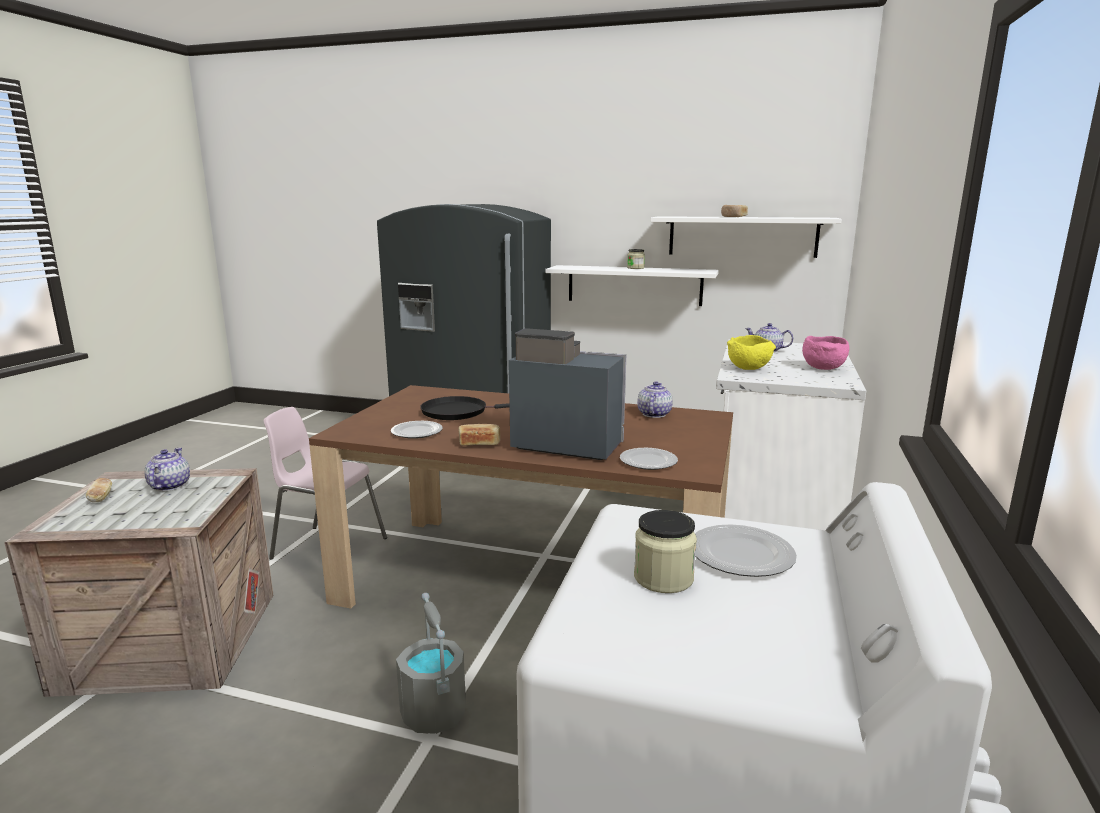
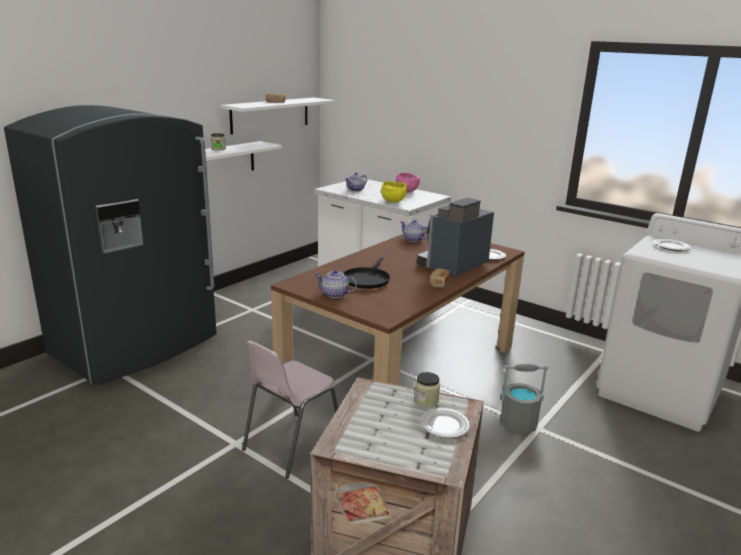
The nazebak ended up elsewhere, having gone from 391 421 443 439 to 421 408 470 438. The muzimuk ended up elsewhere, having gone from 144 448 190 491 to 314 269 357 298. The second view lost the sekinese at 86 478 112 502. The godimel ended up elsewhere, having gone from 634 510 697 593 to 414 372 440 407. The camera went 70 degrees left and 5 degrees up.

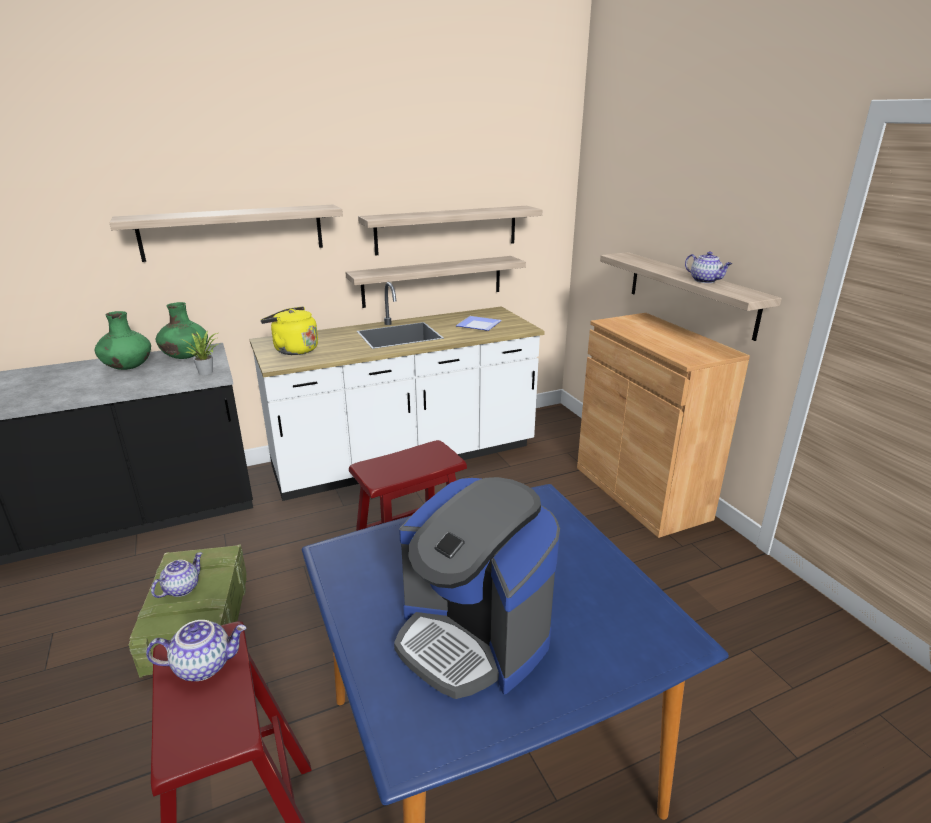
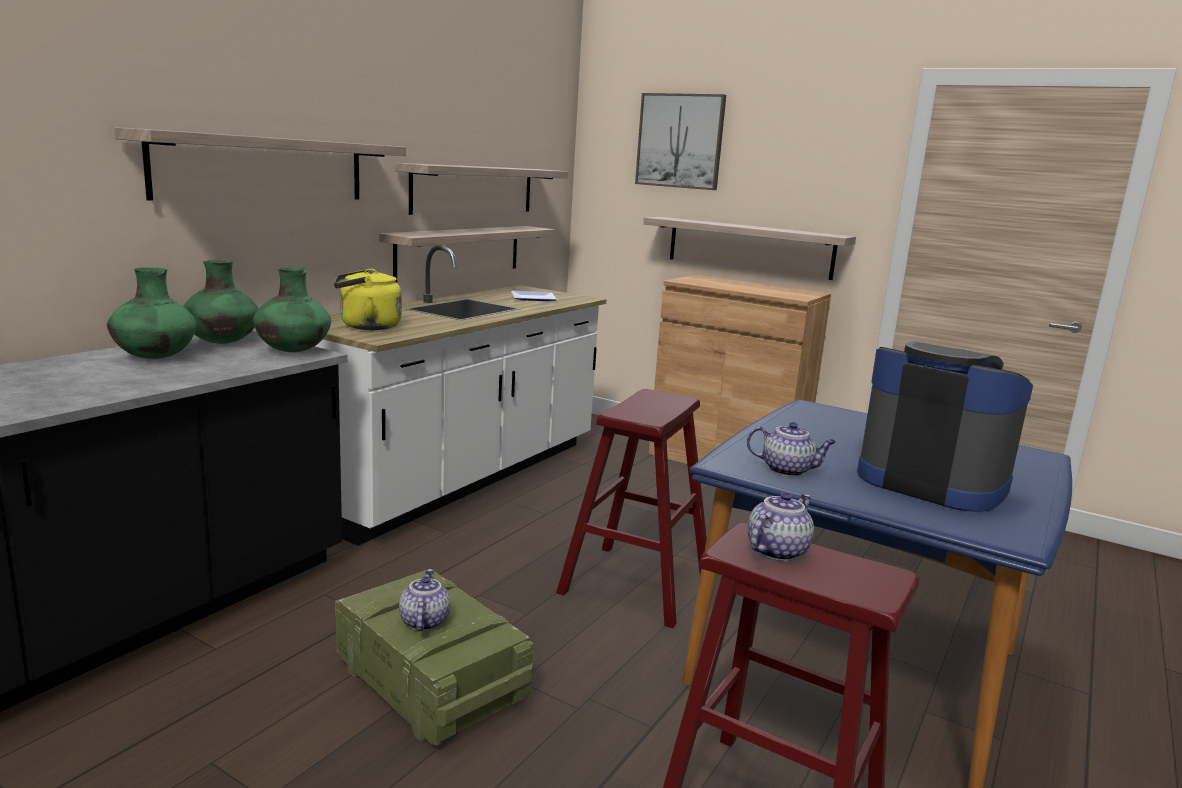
The muzimuk ended up elsewhere, having gone from 685 251 732 283 to 747 422 836 476. Where the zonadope stood at 181 331 218 375, the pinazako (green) came to stand at 253 267 331 352. The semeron at 394 477 560 699 ended up facing another way, 150 degrees counterclockwise from before. The second view gained the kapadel at 635 93 726 190. The camera went 35 degrees left and 10 degrees down.

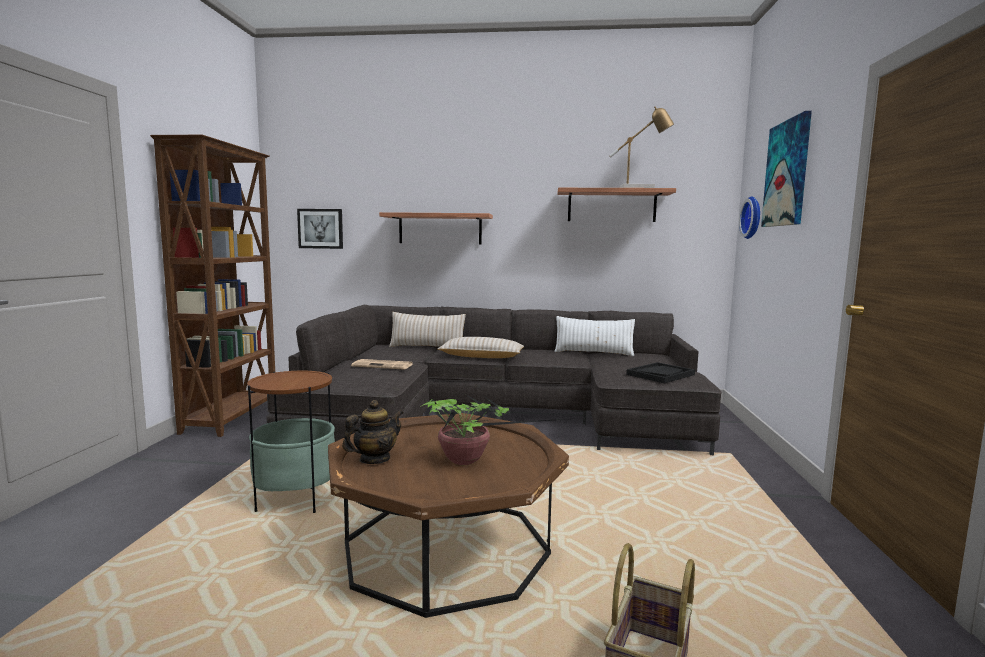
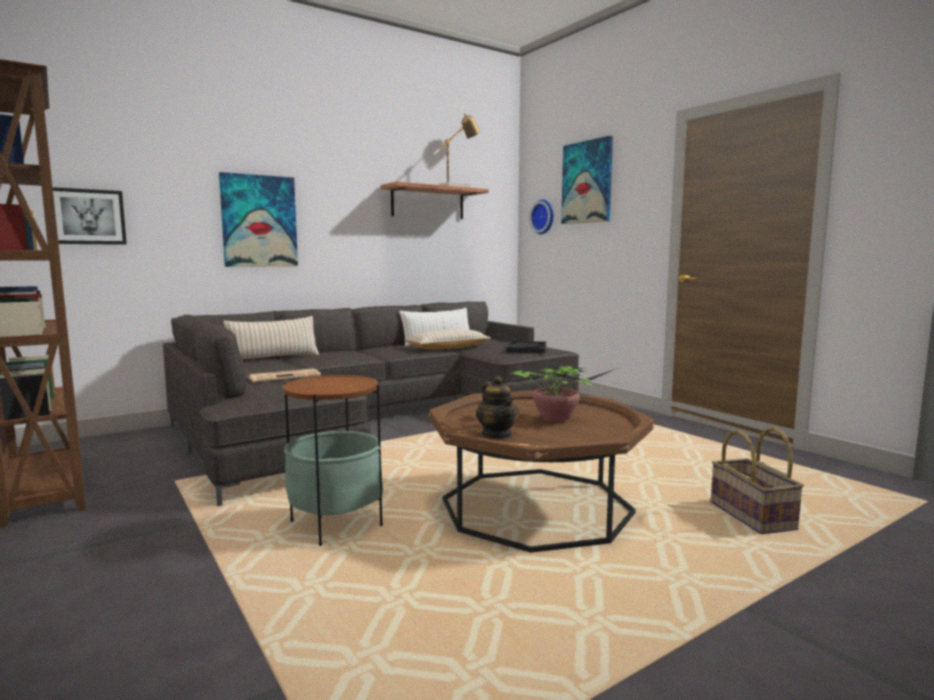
Where the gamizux hung at 379 212 493 244, the kapadel came to hang at 219 172 298 267. The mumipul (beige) ended up elsewhere, having gone from 437 337 524 358 to 404 329 491 350. The muzimuk at 342 400 404 464 ended up facing another way, 150 degrees clockwise from before. The camera went 40 degrees left and 0 degrees up.

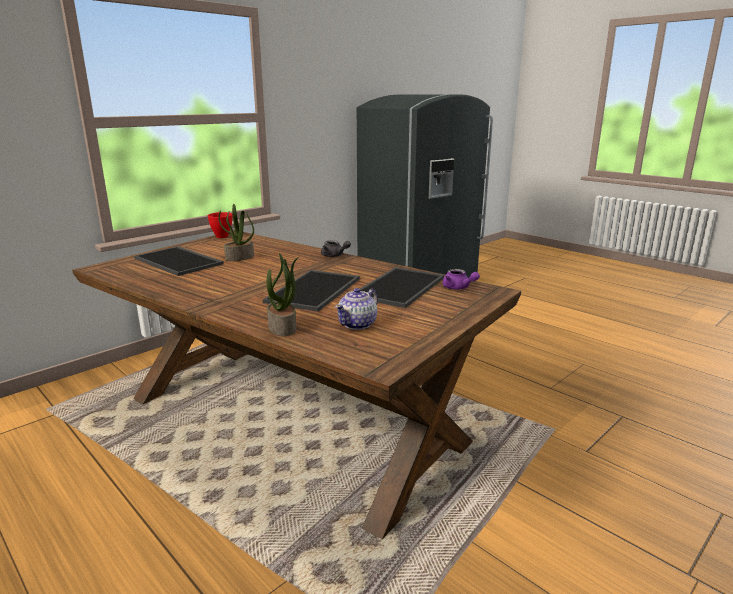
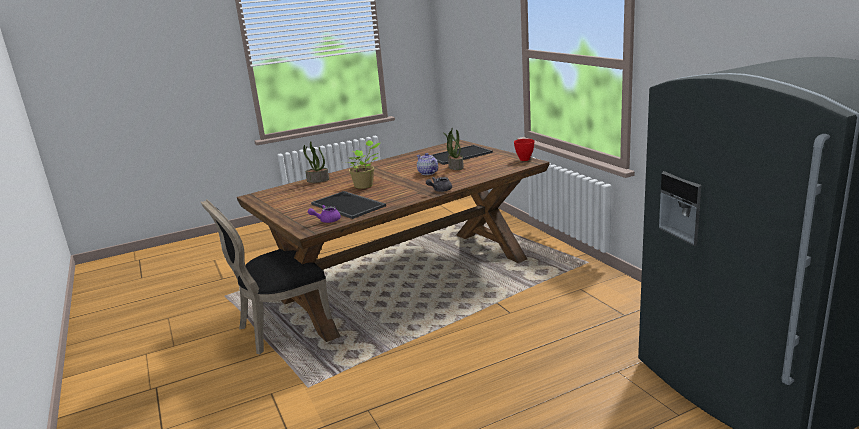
Where the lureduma stood at 263 270 360 312, the zonadope came to stand at 349 140 380 189. The muzimuk ended up elsewhere, having gone from 335 288 378 330 to 417 153 438 175. The second view gained the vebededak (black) at 201 199 332 355. The camera went 110 degrees right and 0 degrees up.

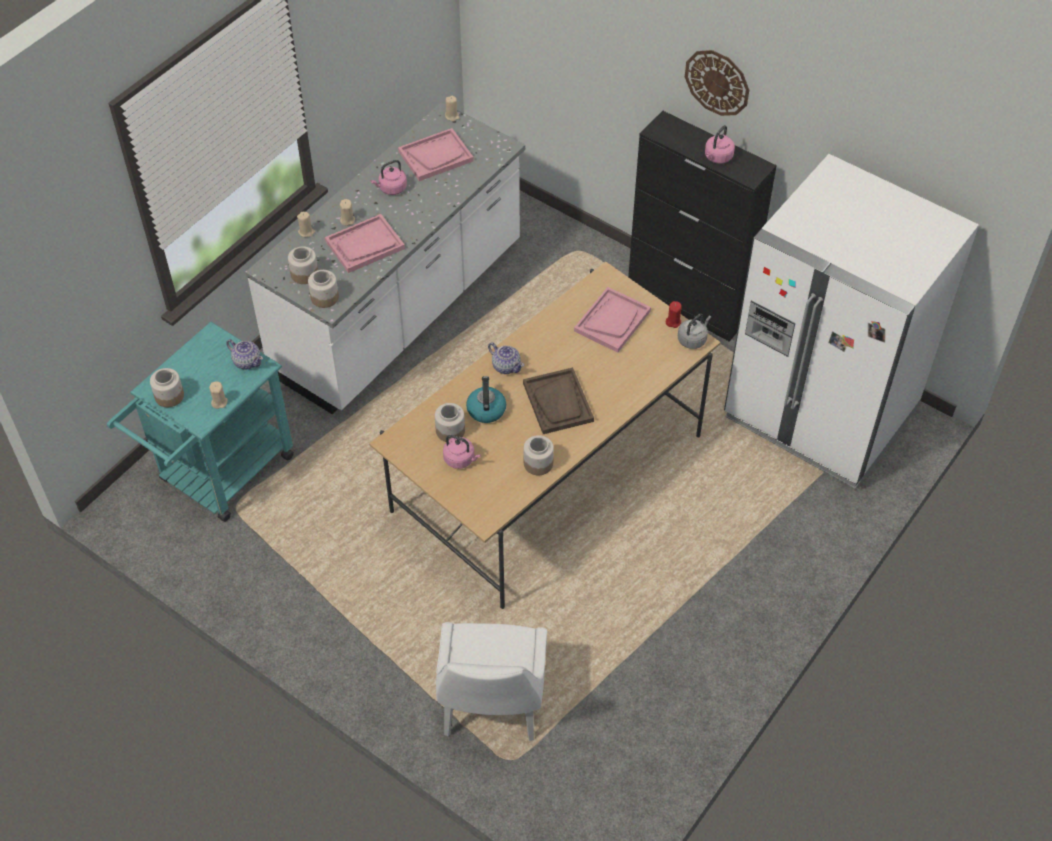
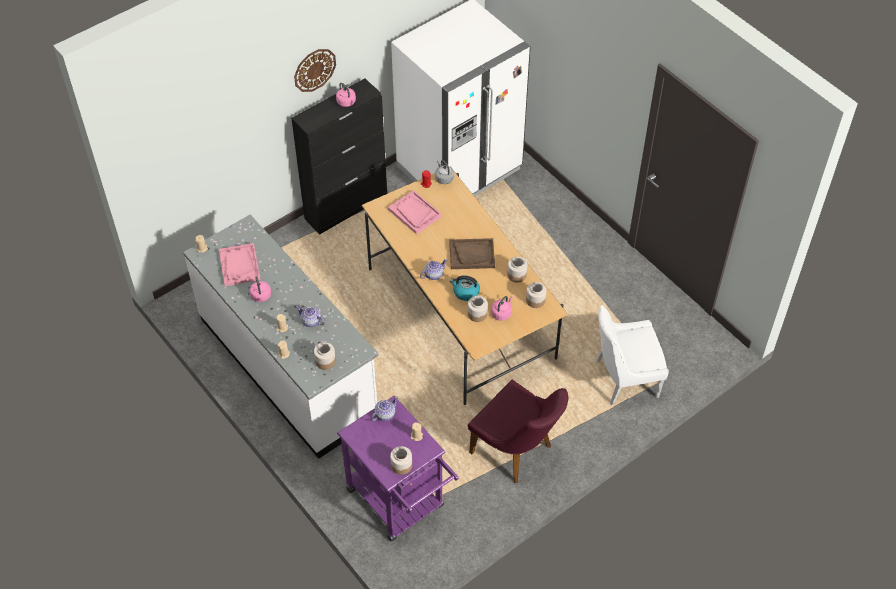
Where the lureduma (pink) stood at 325 214 405 273, the muzimuk came to stand at 296 306 325 327. The godimel ended up elsewhere, having gone from 308 270 339 308 to 526 282 546 308. What was the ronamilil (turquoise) at 107 322 294 522 turned into the ronamilil (purple) at 337 396 459 541. The vebededak (white) at 436 622 547 741 ended up facing another way, 150 degrees clockwise from before. The second view gained the vebededak (purple) at 468 380 568 483. The camera went 75 degrees left and 0 degrees up.

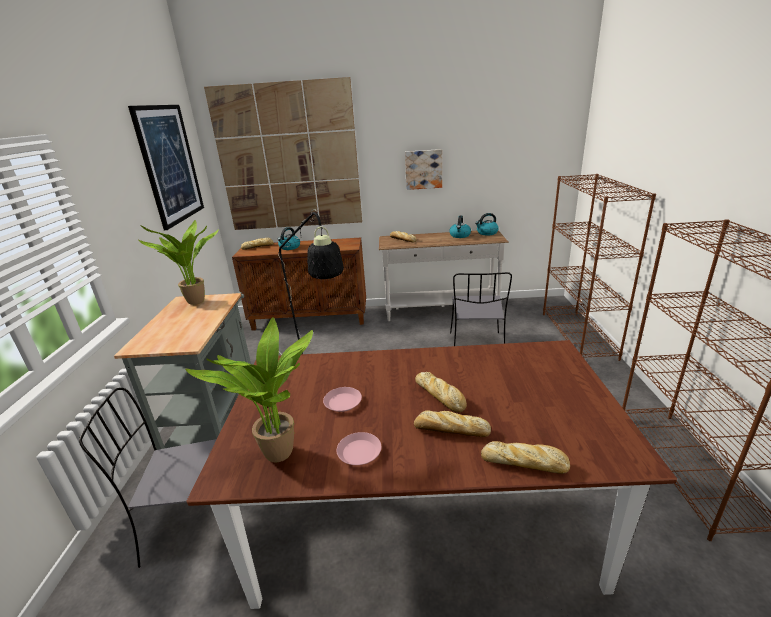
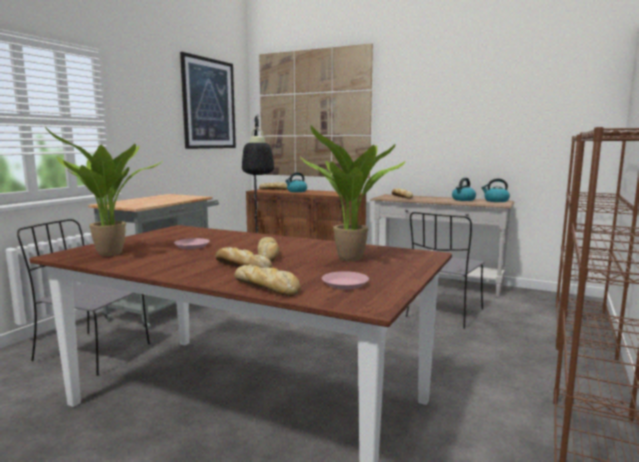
The second view lost the kapadel at 405 149 442 190. The zonadope ended up elsewhere, having gone from 138 220 219 305 to 300 126 405 262. The nazebak (pink) ended up elsewhere, having gone from 337 432 381 465 to 322 271 369 289. The camera went 25 degrees right and 15 degrees down.

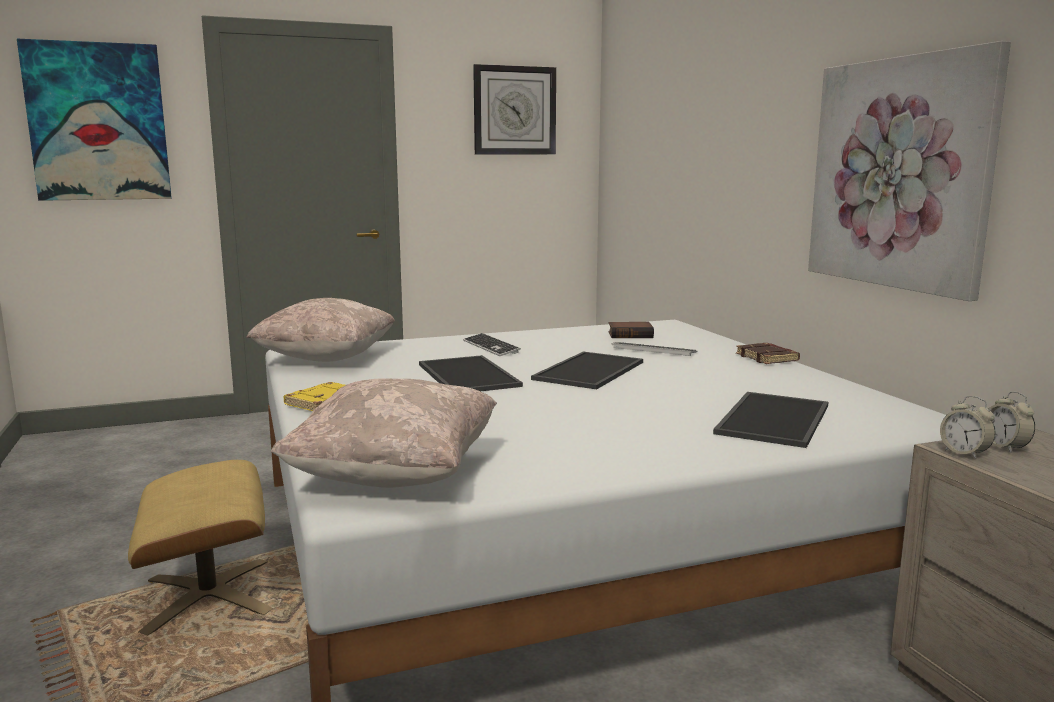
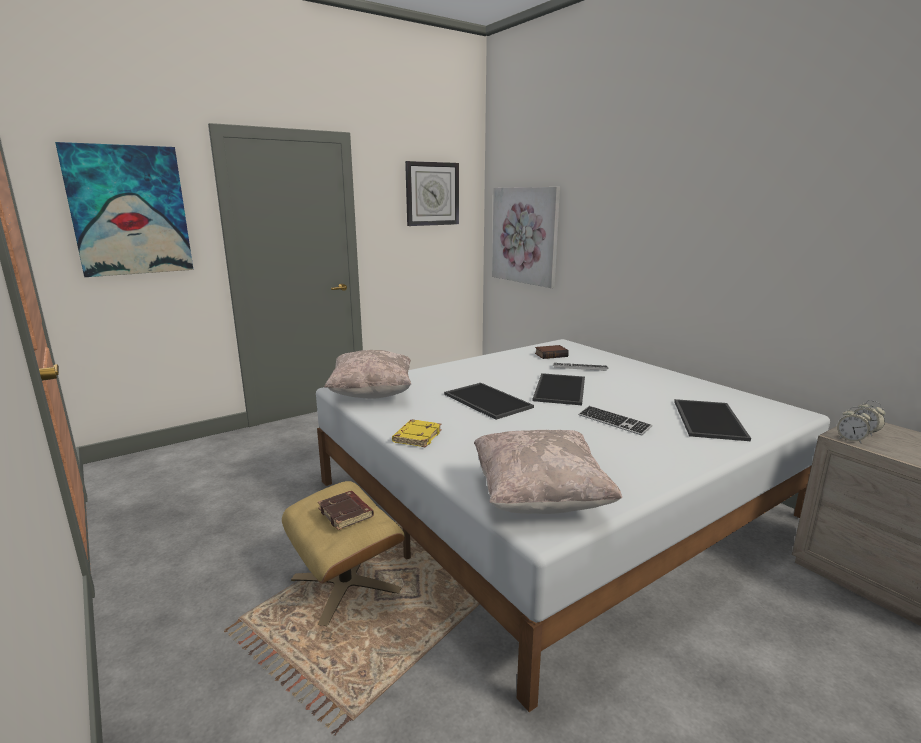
The kapadel ended up elsewhere, having gone from 808 41 1011 301 to 492 187 560 288. The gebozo ended up elsewhere, having gone from 463 333 521 356 to 579 406 652 436. The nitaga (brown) ended up elsewhere, having gone from 736 343 800 364 to 318 491 374 530. The camera went 15 degrees left and 5 degrees up.

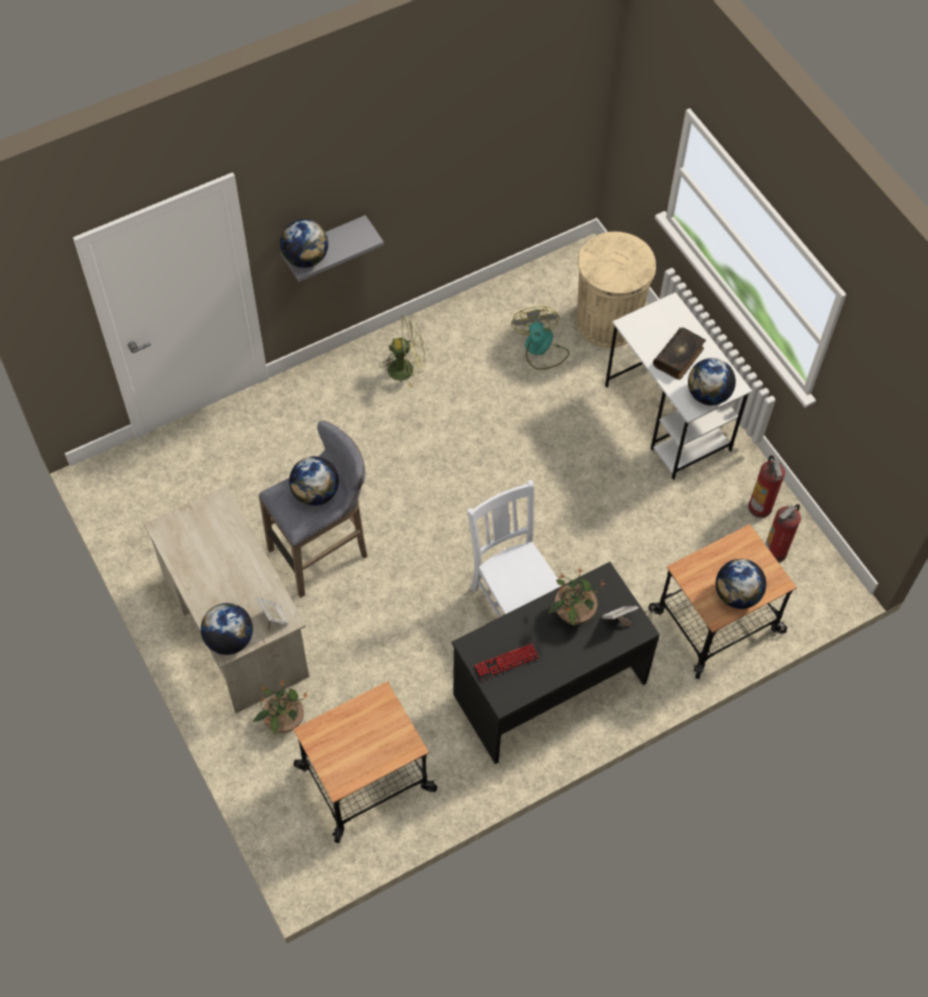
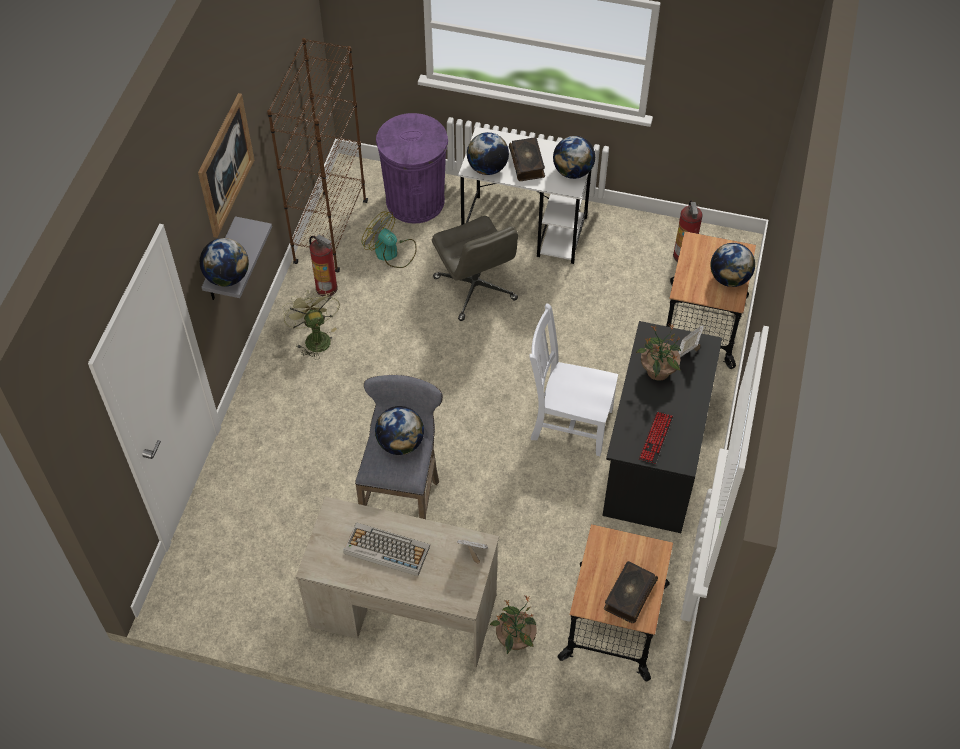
What was the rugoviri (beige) at 576 232 656 348 turned into the rugoviri (purple) at 376 113 448 223. The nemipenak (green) at 379 316 425 388 ended up facing another way, 60 degrees counterclockwise from before. The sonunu ended up elsewhere, having gone from 748 455 785 518 to 309 235 338 297. The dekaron ended up elsewhere, having gone from 201 603 253 655 to 467 132 509 175. The second view gained the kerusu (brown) at 267 38 368 273. The second view gained the kapadel at 198 93 254 238. The second view gained the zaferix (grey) at 432 216 518 321. The second view gained the gebozo at 343 522 430 576. The second view gained the nitaga at 604 561 658 623. The camera went 45 degrees left and 5 degrees down.

